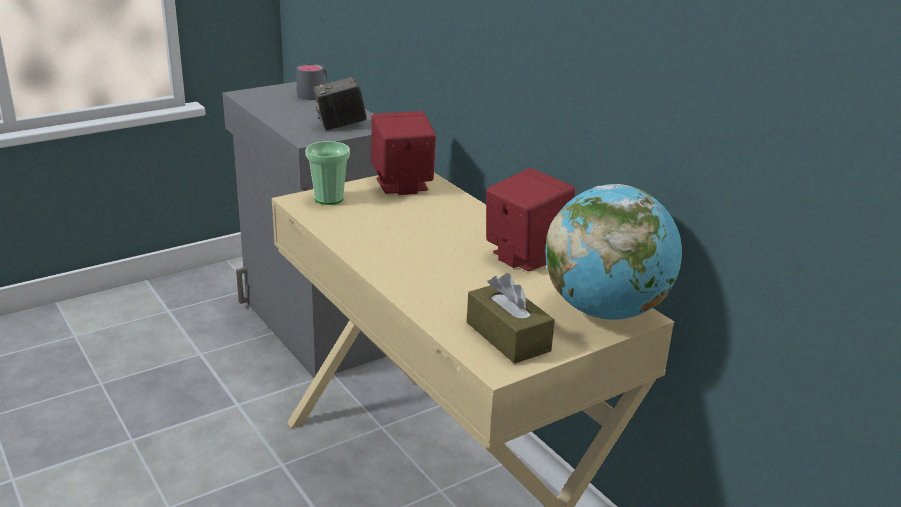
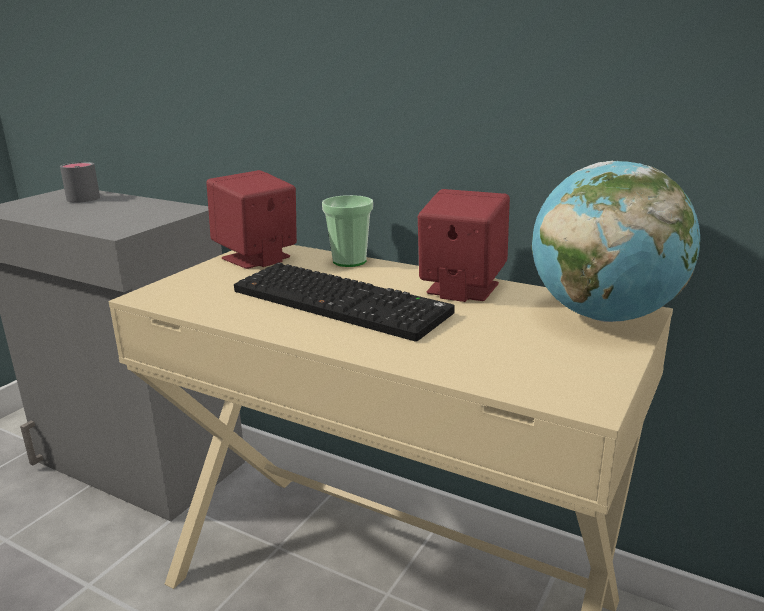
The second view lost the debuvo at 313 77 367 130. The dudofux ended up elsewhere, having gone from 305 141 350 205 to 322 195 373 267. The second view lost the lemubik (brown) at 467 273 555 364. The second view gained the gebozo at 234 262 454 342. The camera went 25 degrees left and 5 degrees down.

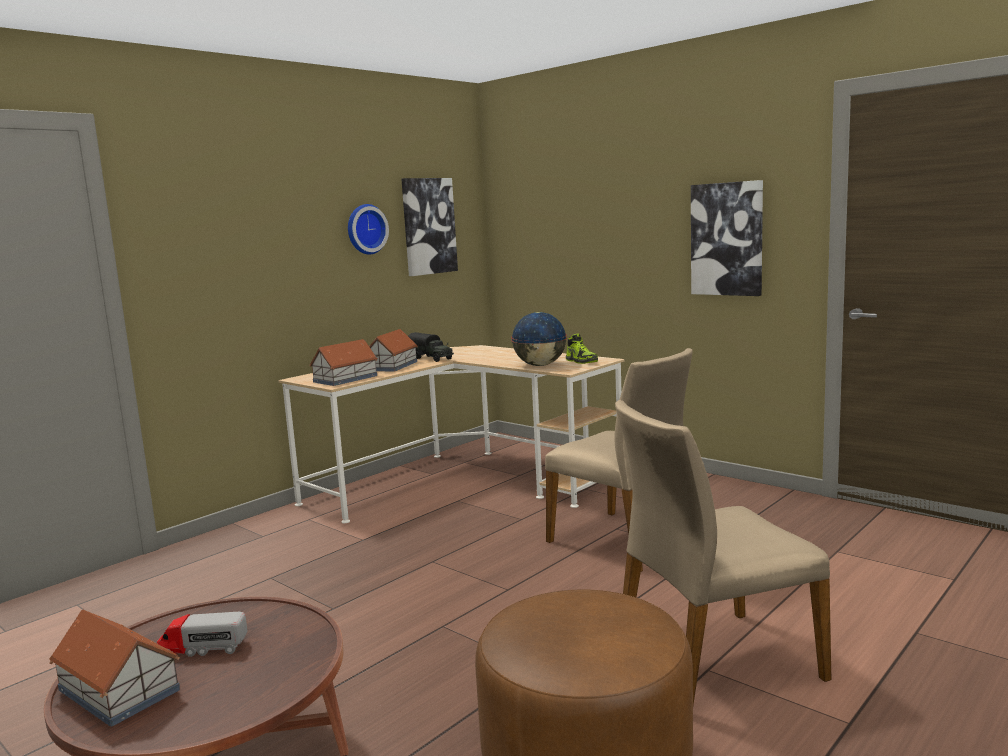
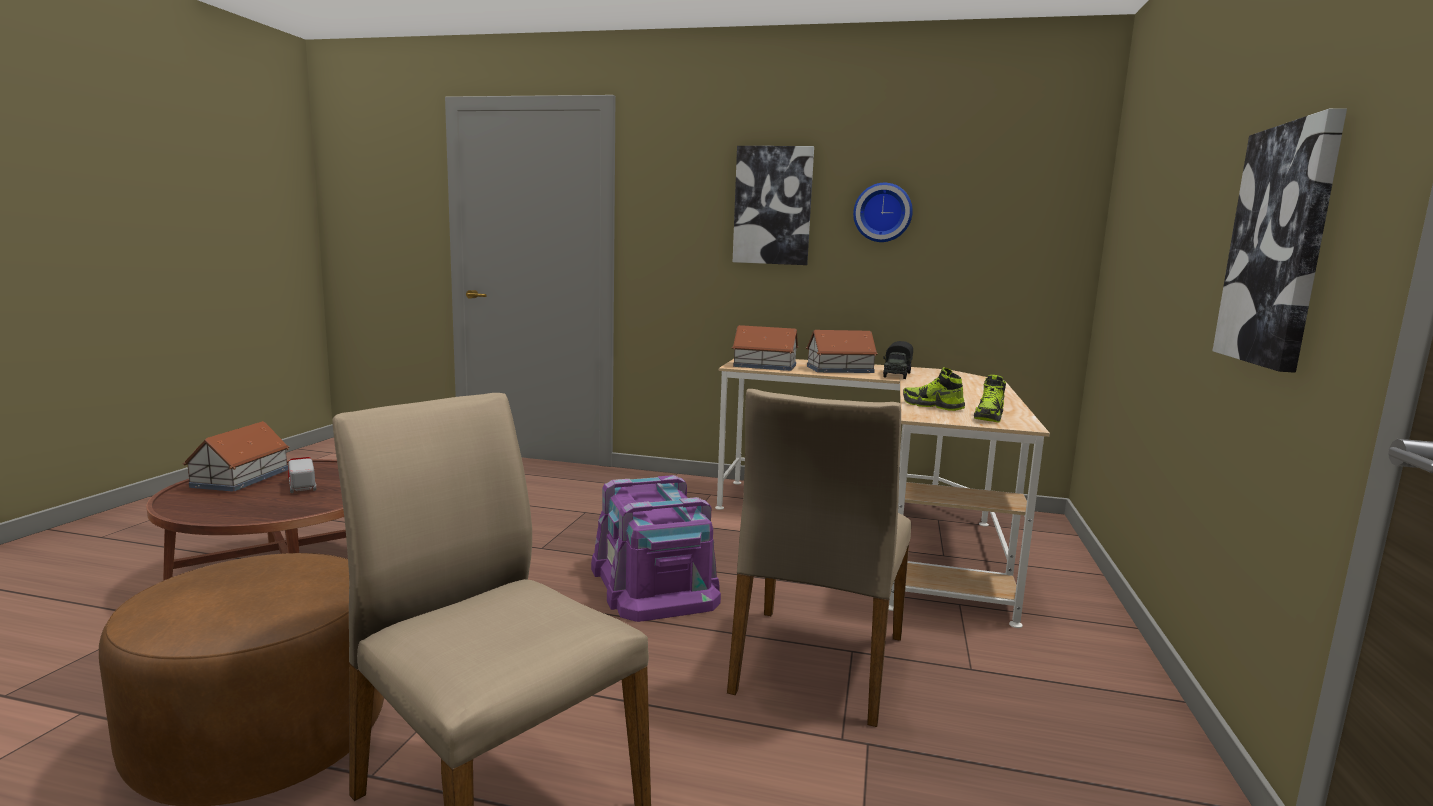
The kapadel ended up elsewhere, having gone from 401 178 458 276 to 733 146 814 265. Where the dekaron stood at 511 312 567 366, the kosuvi came to stand at 903 368 965 411. The second view gained the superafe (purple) at 591 475 721 622. The camera went 60 degrees right and 0 degrees up.

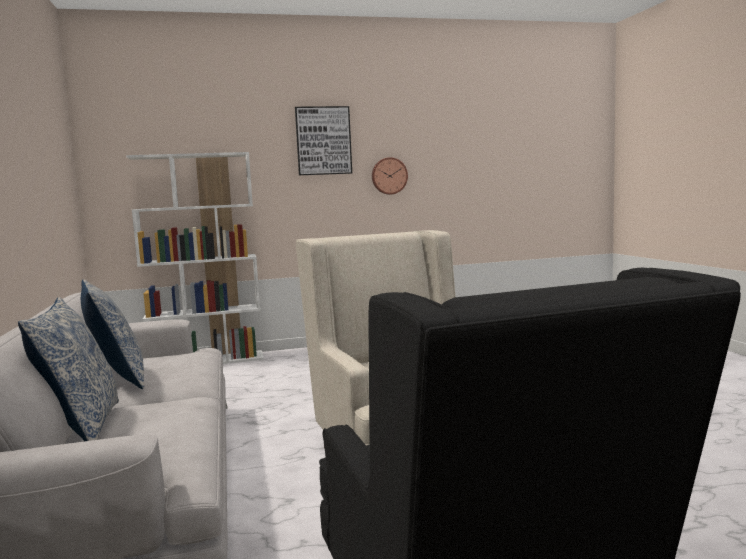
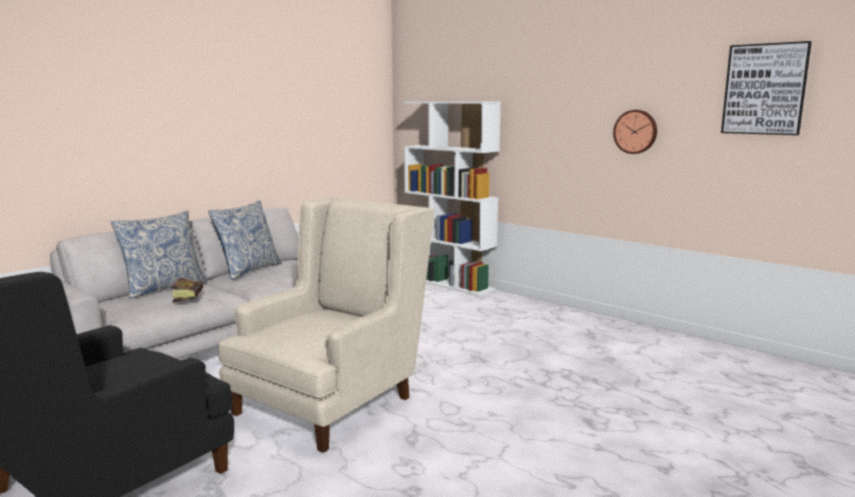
The kapadel ended up elsewhere, having gone from 295 106 352 175 to 721 41 812 135. The second view gained the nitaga at 171 278 203 303. The camera went 55 degrees right and 5 degrees up.

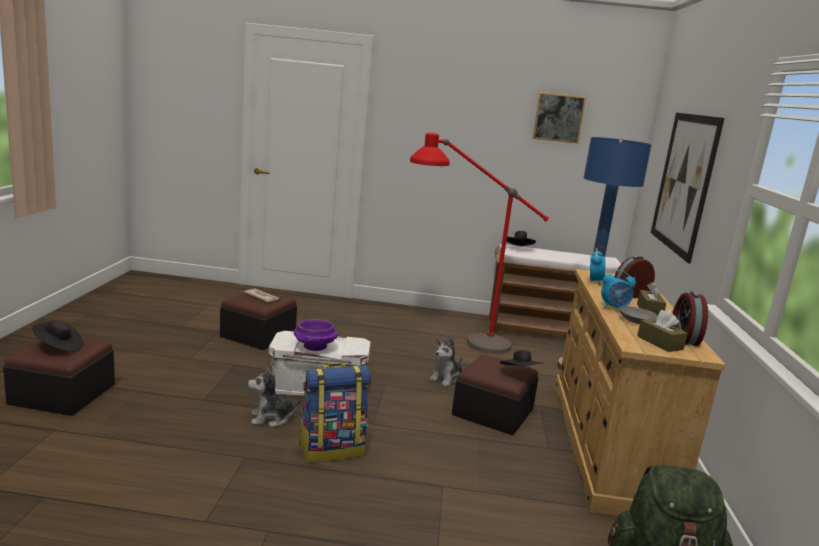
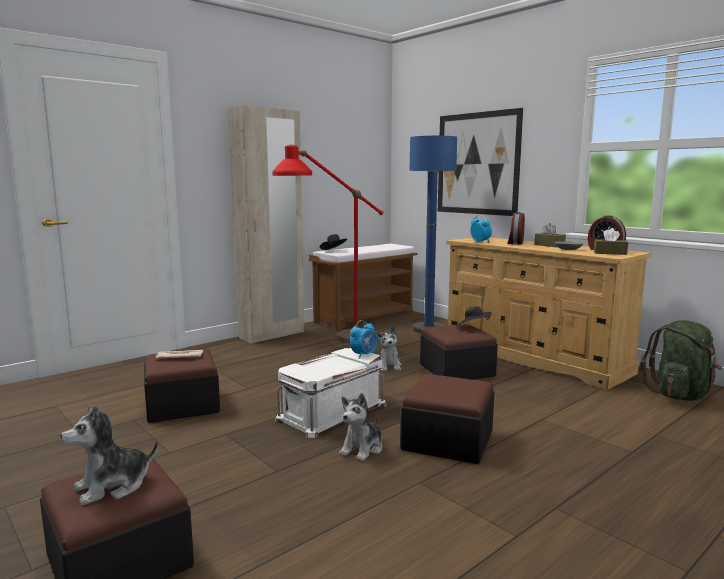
The second view lost the kapadel at 533 92 586 144. The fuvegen ended up elsewhere, having gone from 601 270 636 308 to 350 320 377 359. The second view lost the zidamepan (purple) at 294 319 338 351. Where the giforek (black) stood at 32 320 83 352, the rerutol came to stand at 60 405 158 506. Where the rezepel stood at 299 363 371 462, the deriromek came to stand at 400 374 494 464. The second view gained the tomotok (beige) at 228 105 304 344. The camera went 45 degrees left and 5 degrees down.

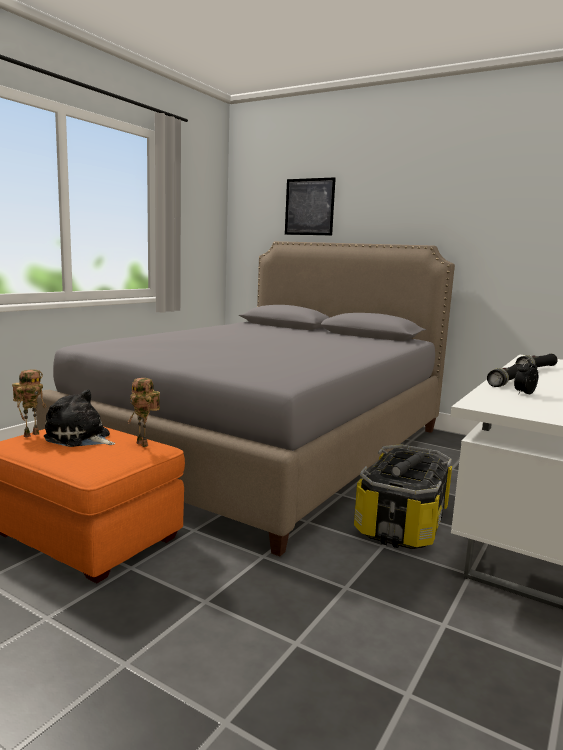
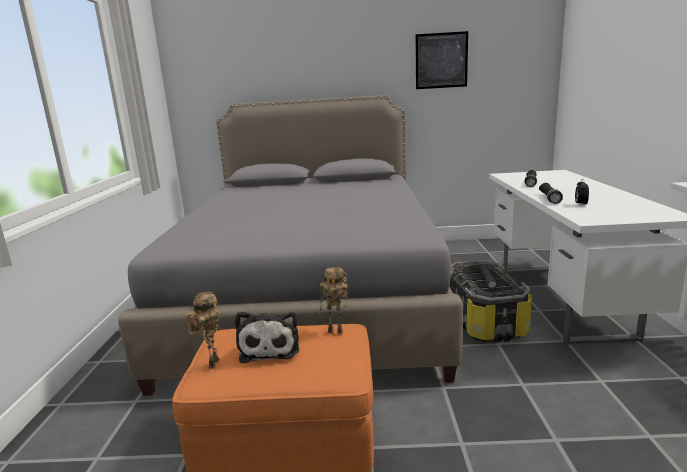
The kapadel ended up elsewhere, having gone from 285 177 336 235 to 416 31 468 89. The rerutol at 44 389 115 447 ended up facing another way, 90 degrees counterclockwise from before. The camera went 30 degrees left and 5 degrees up.

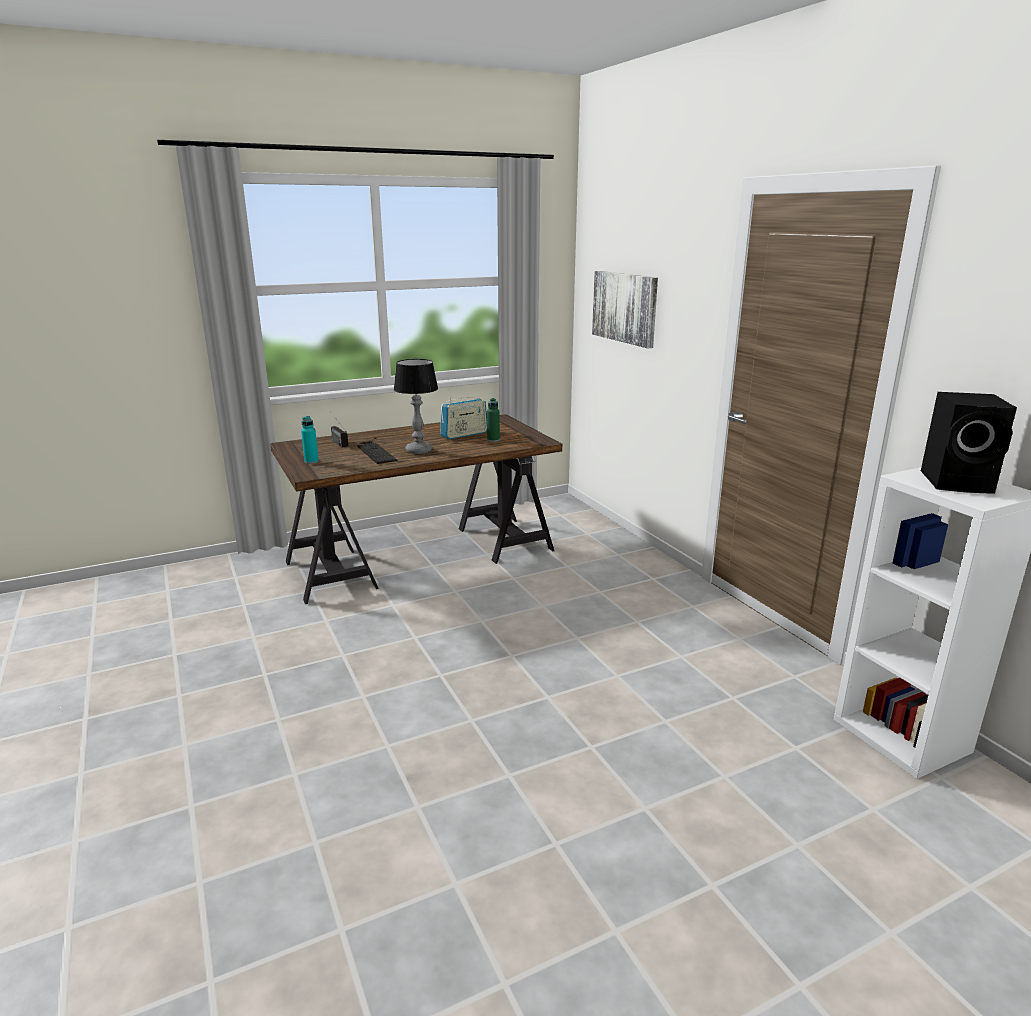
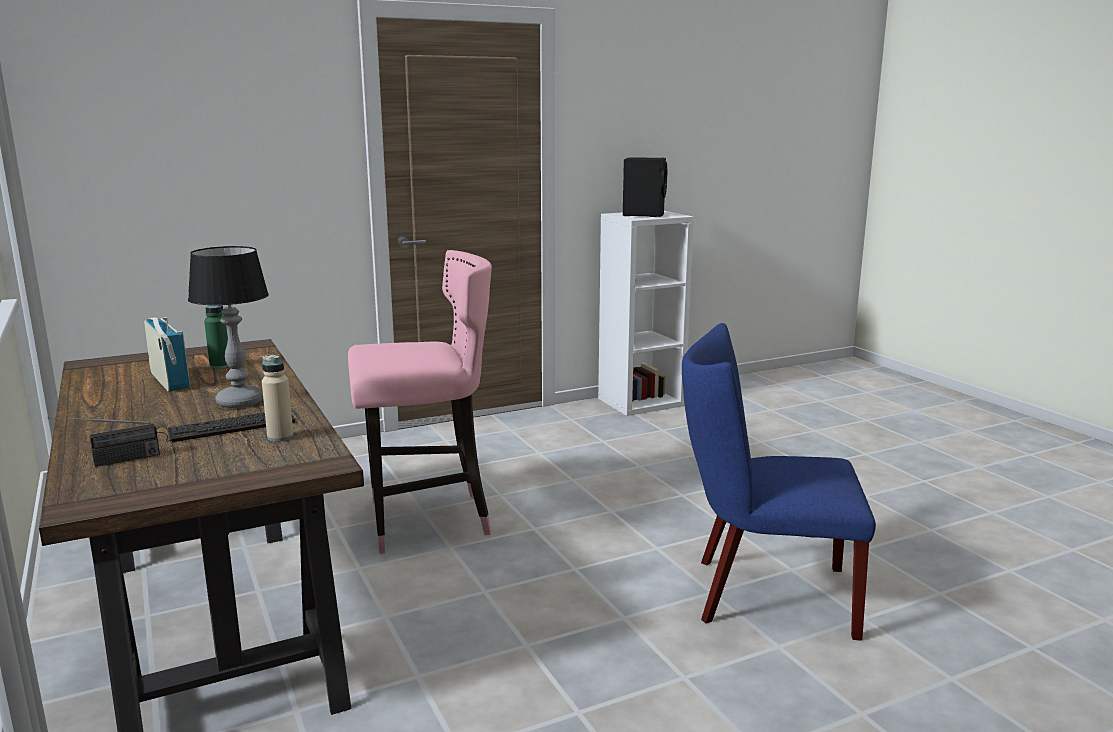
The second view lost the kapadel at 592 271 658 348. The second view lost the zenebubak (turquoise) at 301 416 319 464. The second view gained the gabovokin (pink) at 348 250 492 554. The second view gained the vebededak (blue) at 682 323 876 641. The second view gained the zenebubak (beige) at 262 354 294 442. The camera went 90 degrees left and 5 degrees down.

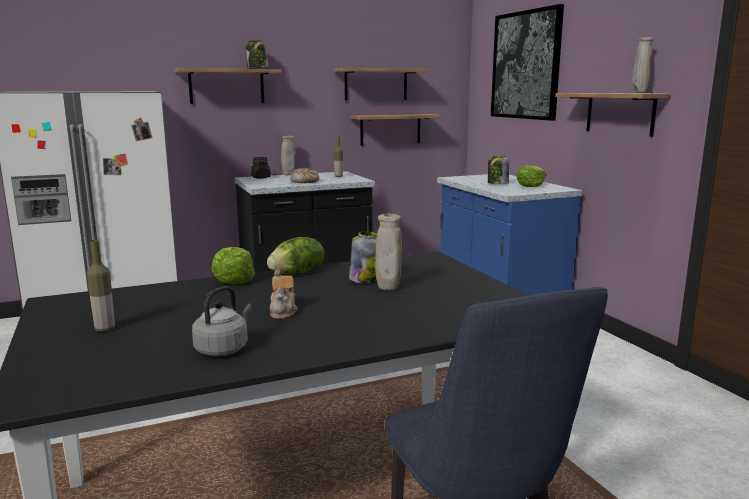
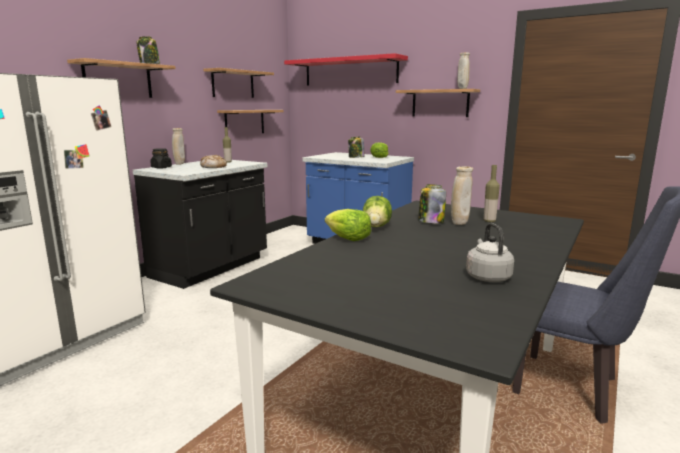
Where the kapadel hung at 491 4 564 121, the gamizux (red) came to hang at 284 53 408 86. The zenebubak ended up elsewhere, having gone from 87 240 115 332 to 484 165 500 222. The second view lost the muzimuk at 270 269 298 319. The camera went 35 degrees left and 0 degrees up.

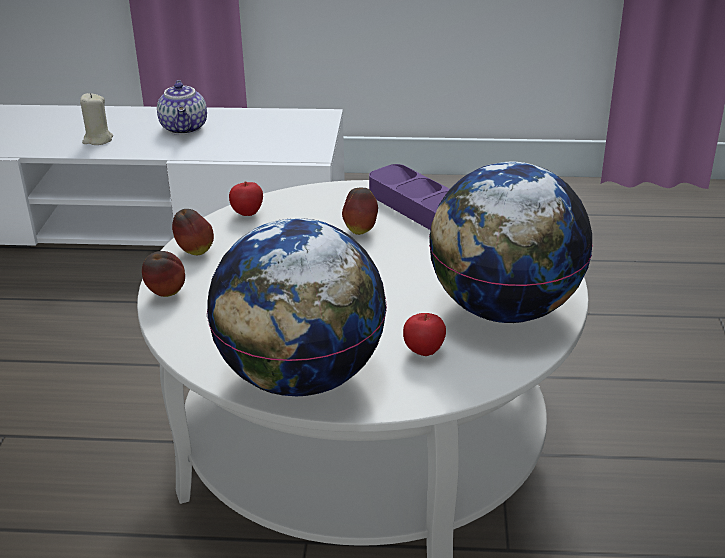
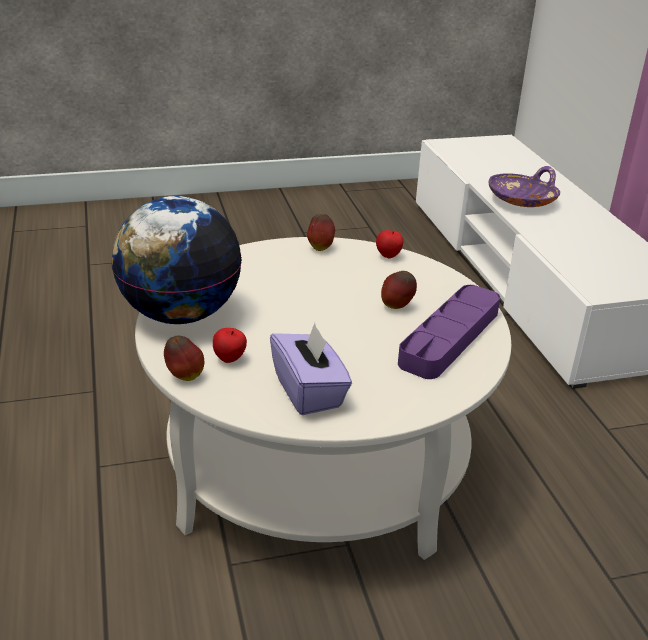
The second view lost the muzimuk at 157 80 207 135. Where the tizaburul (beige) stood at 80 93 113 145, the zidamepan (purple) came to stand at 489 166 560 207. Where the dekaron stood at 429 162 593 323, the lemubik (purple) came to stand at 270 323 352 415. The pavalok ended up elsewhere, having gone from 142 251 185 297 to 164 336 204 381. The camera went 70 degrees right and 0 degrees up.

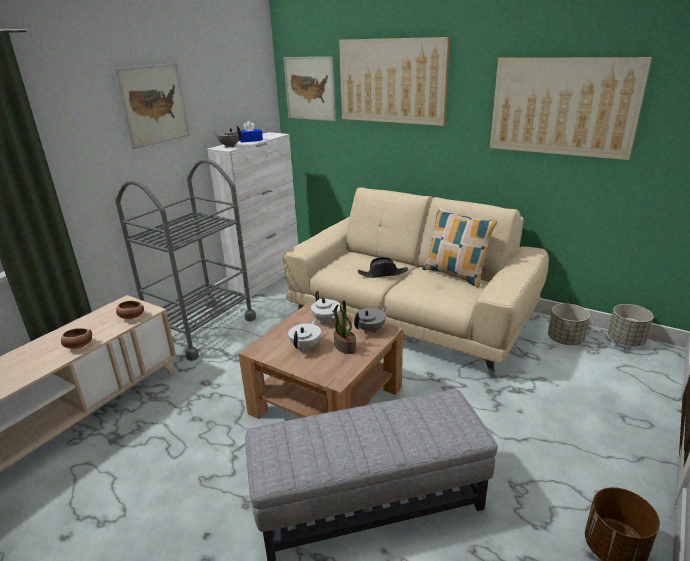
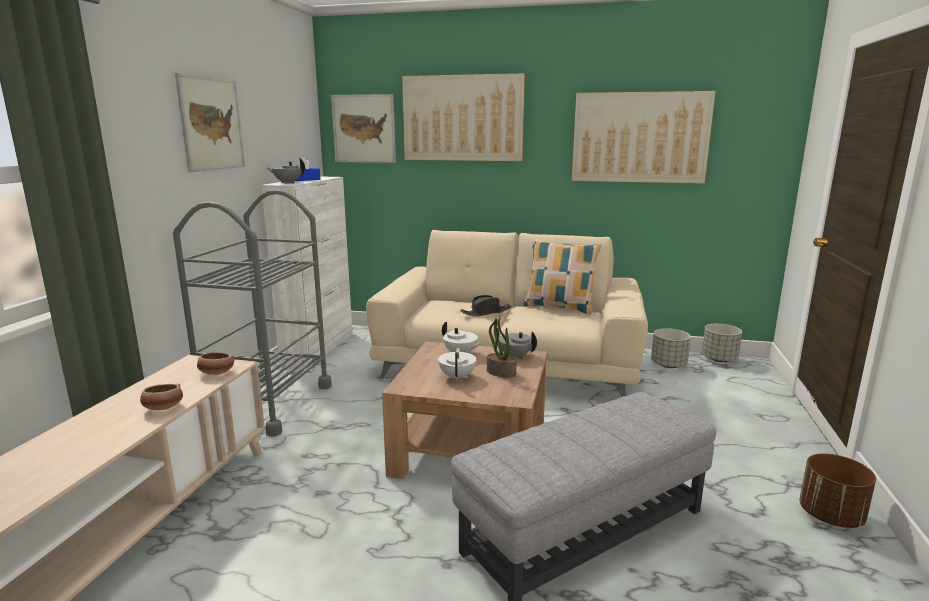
The muzimuk (grey) at 354 307 387 333 ended up facing another way, 75 degrees counterclockwise from before. The camera went 20 degrees left and 10 degrees down.

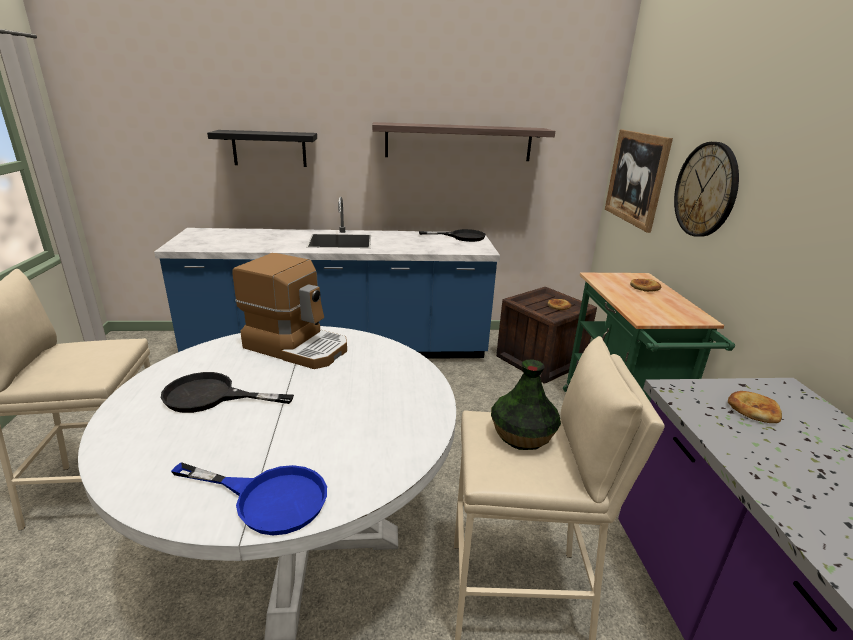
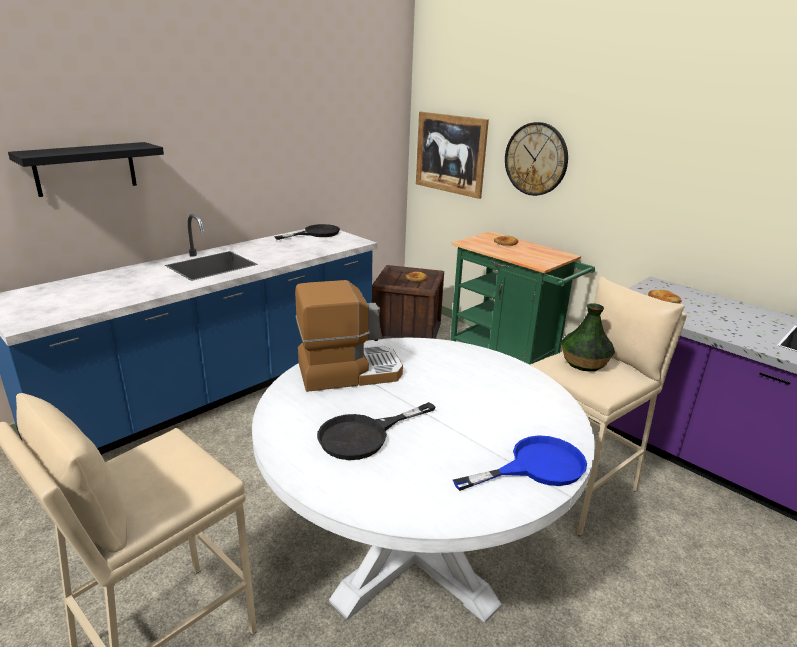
The second view lost the gamizux at 372 122 555 161. The camera went 40 degrees left and 0 degrees up.

